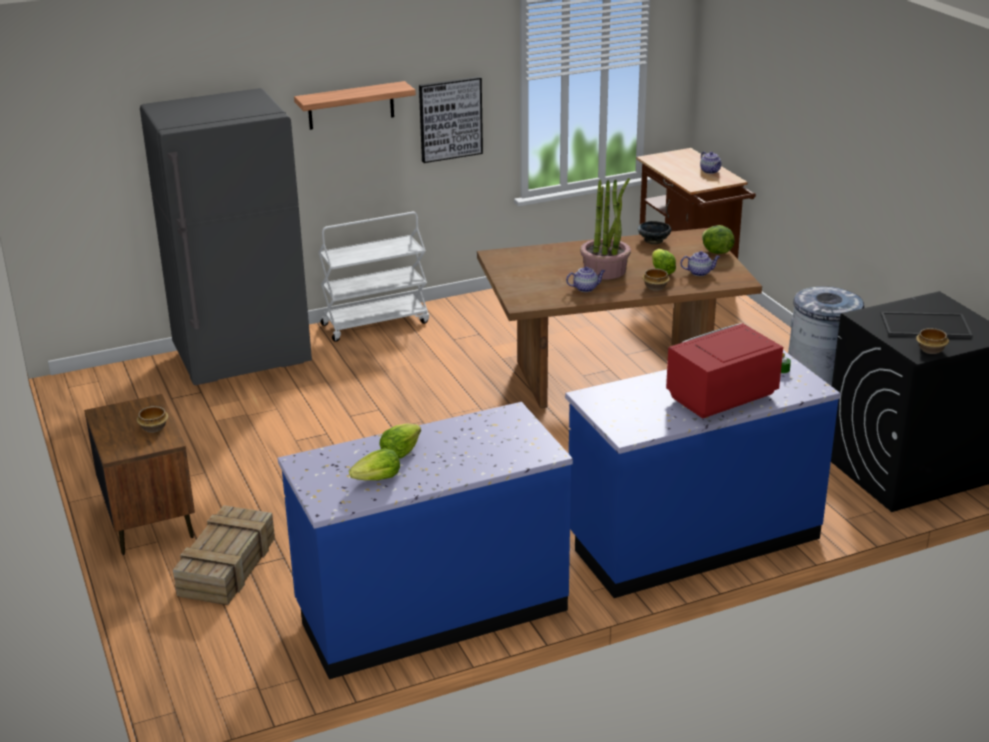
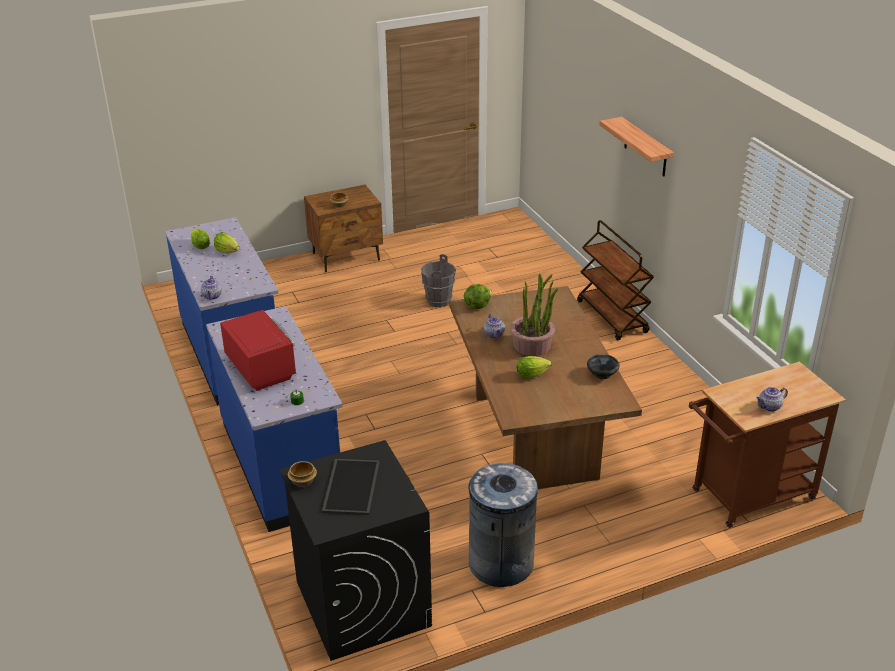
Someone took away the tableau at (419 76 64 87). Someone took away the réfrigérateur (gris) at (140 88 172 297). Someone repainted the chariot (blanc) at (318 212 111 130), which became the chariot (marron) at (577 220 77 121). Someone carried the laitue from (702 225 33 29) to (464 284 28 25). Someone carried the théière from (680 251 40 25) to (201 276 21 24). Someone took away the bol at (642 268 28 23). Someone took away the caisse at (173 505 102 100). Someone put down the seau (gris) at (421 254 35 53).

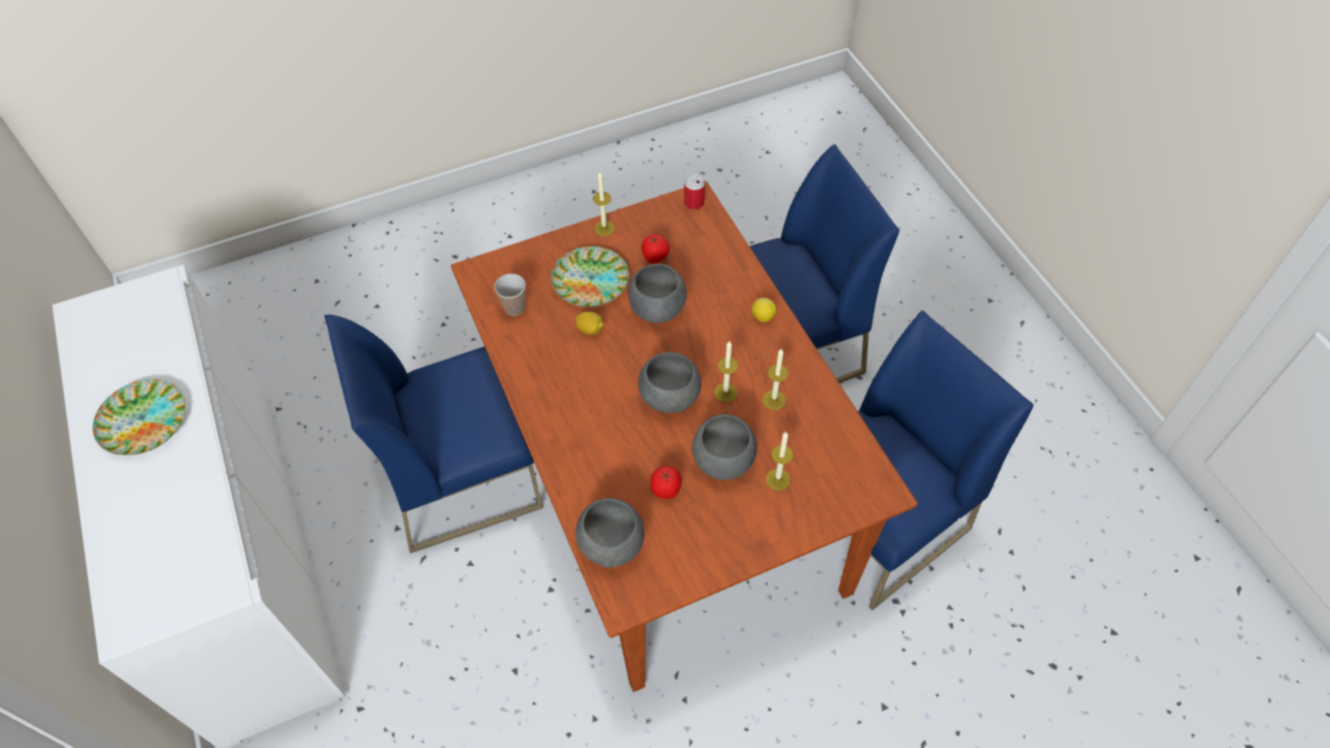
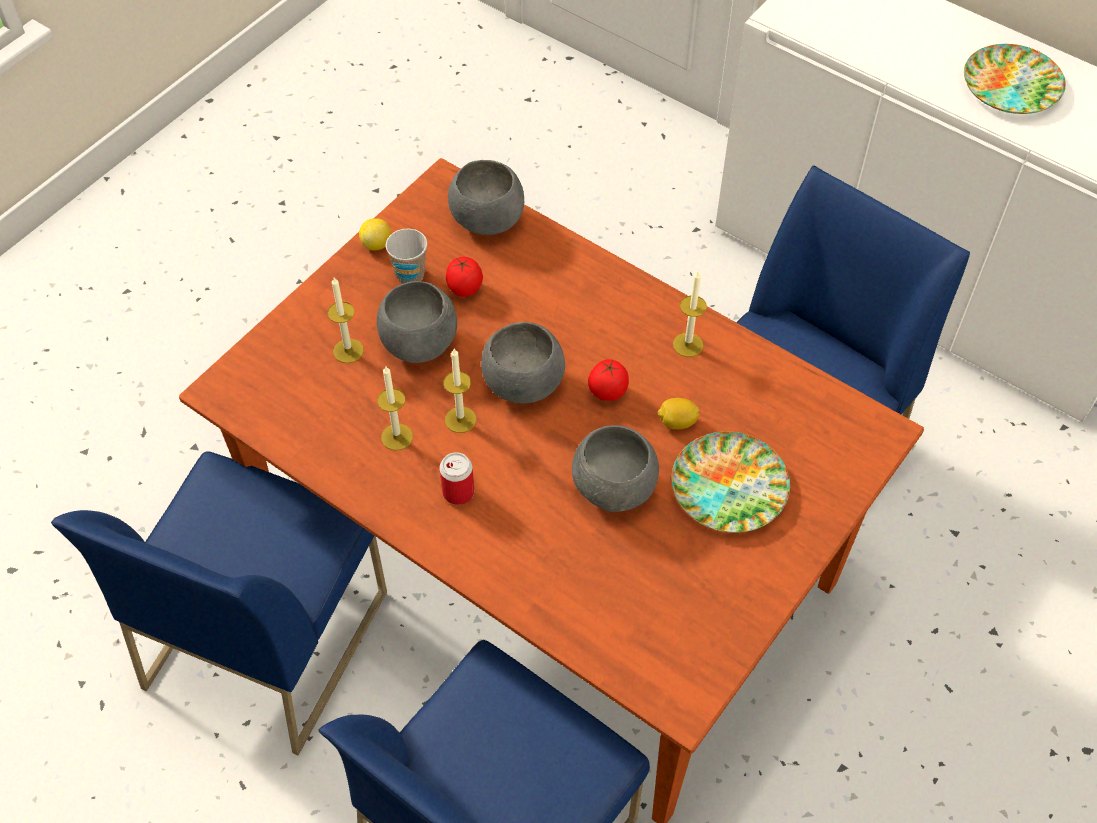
Someone carried the bougie from (593 172 22 64) to (673 271 34 86). Someone carried the boîte métallique from (684 174 21 36) to (439 452 35 53). Someone carried the tomate from (641 234 29 29) to (588 359 41 42). Someone carried the tasse from (494 274 32 42) to (386 228 41 56). Someone carried the citron from (752 298 24 24) to (359 218 32 33).

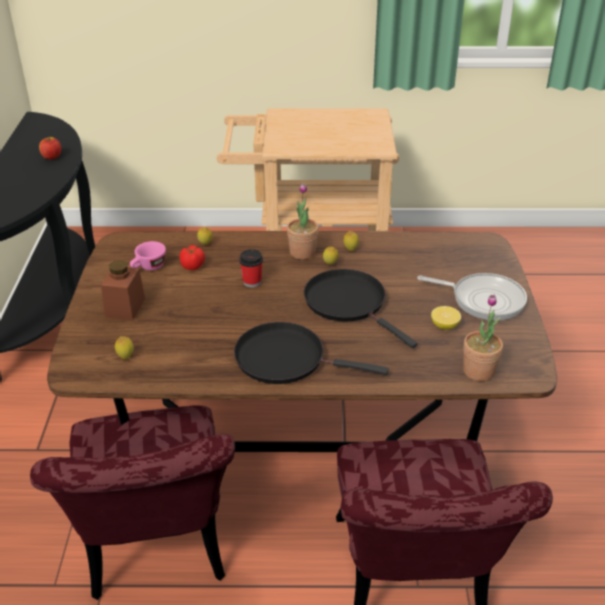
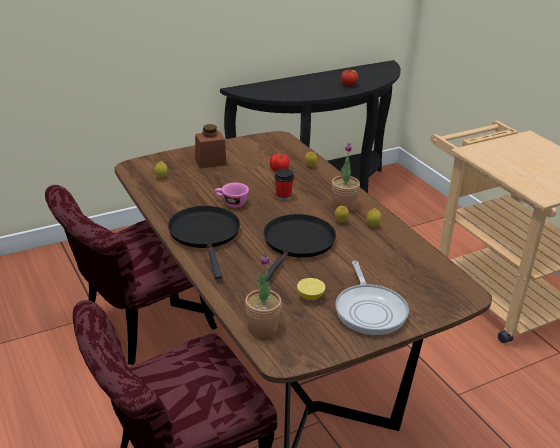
Someone carried the tasse (rose) from (130 241 36 30) to (214 183 35 24).

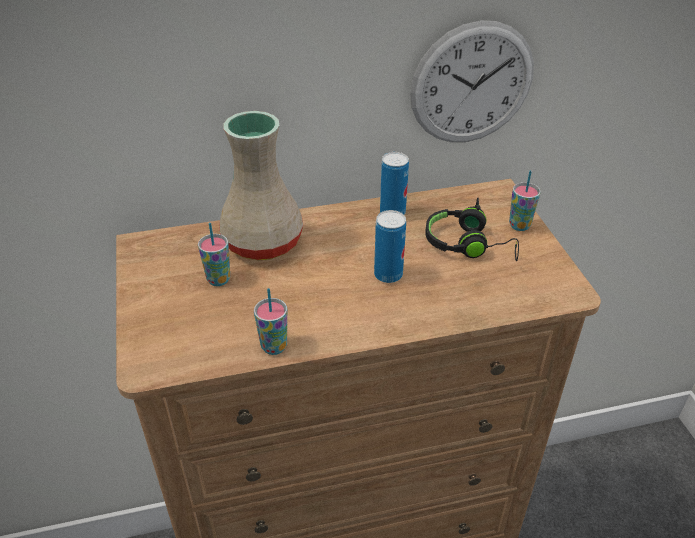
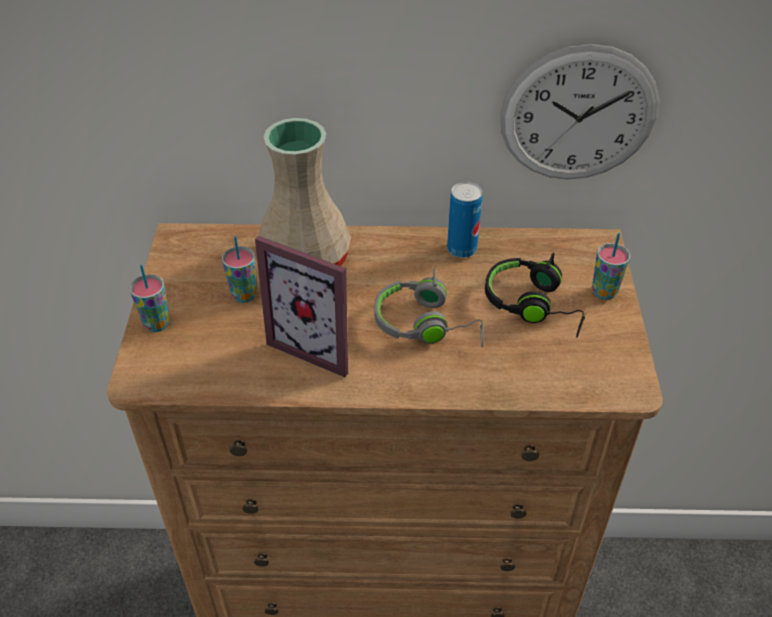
Someone swapped the boîte métallique at (374 210 32 73) for the casque audio (gris) at (374 268 110 79). Someone carried the tasse from (254 288 33 67) to (129 265 41 67). Someone put down the cadre photo at (255 236 93 141).

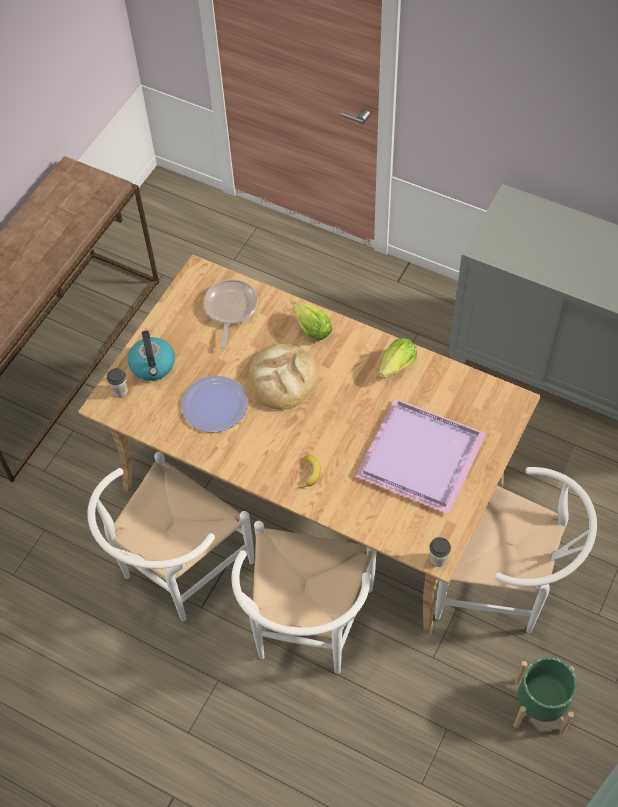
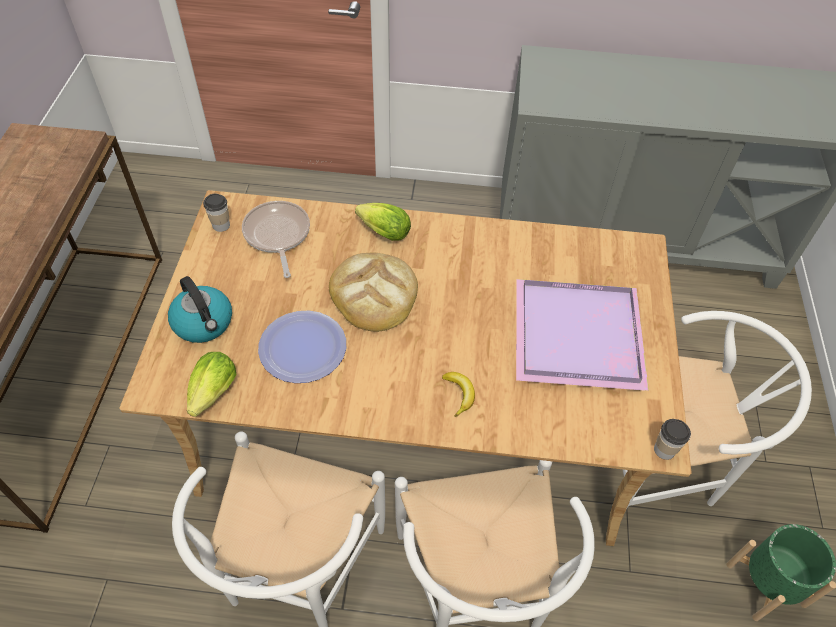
Someone carried the laitue from (379 338 38 41) to (187 352 49 65). Someone carried the tasse from (107 368 21 29) to (203 194 27 38).

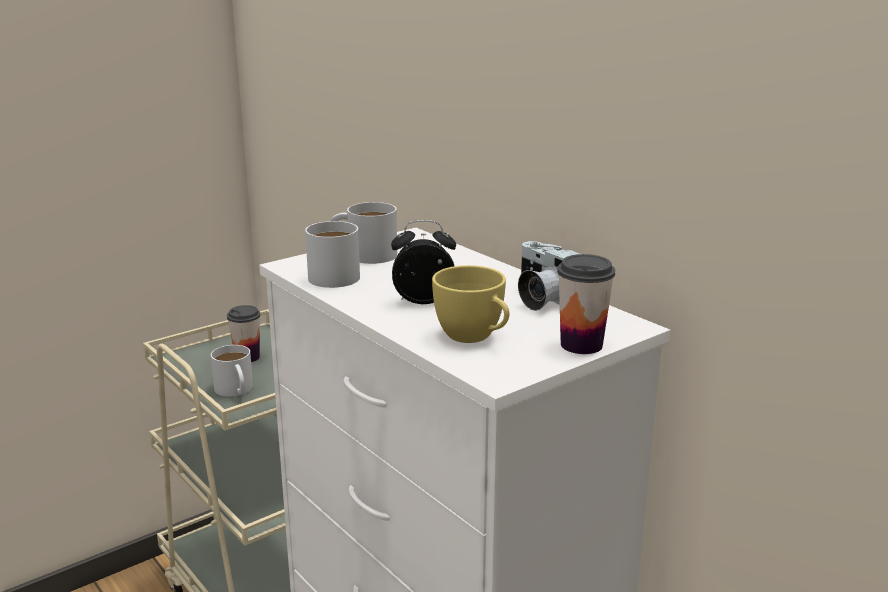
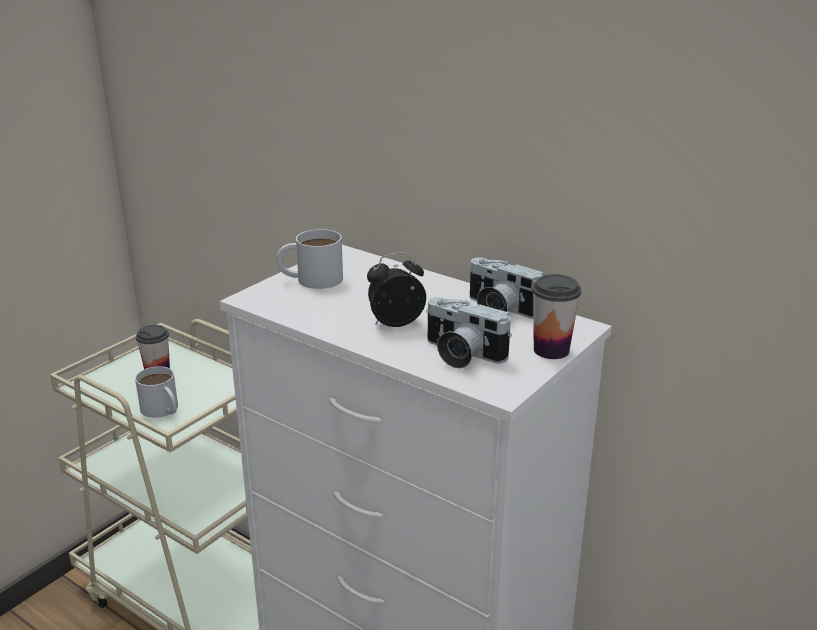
Someone took away the mug (blanc) at (305 221 55 67). Someone swapped the tasse (jaune) at (432 265 77 78) for the appareil photo at (426 297 86 72).

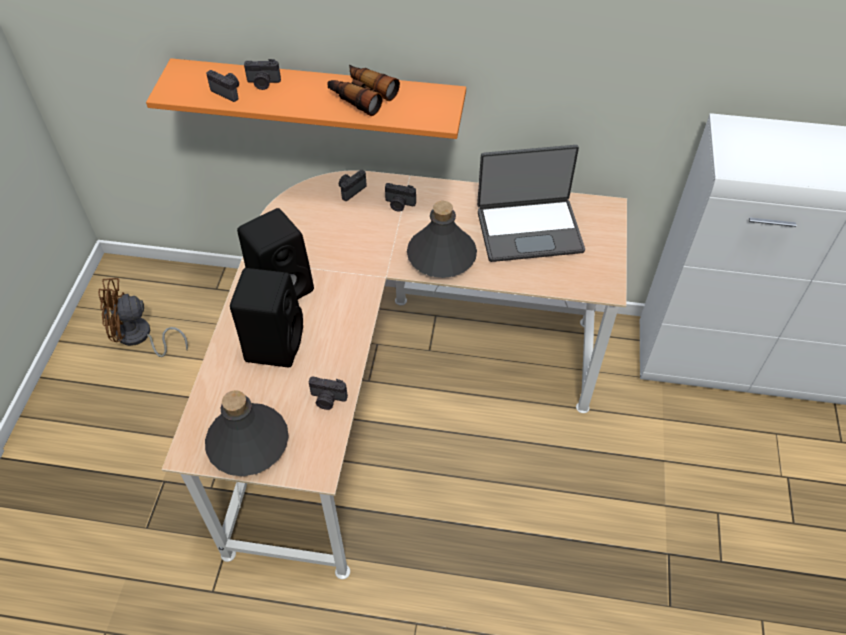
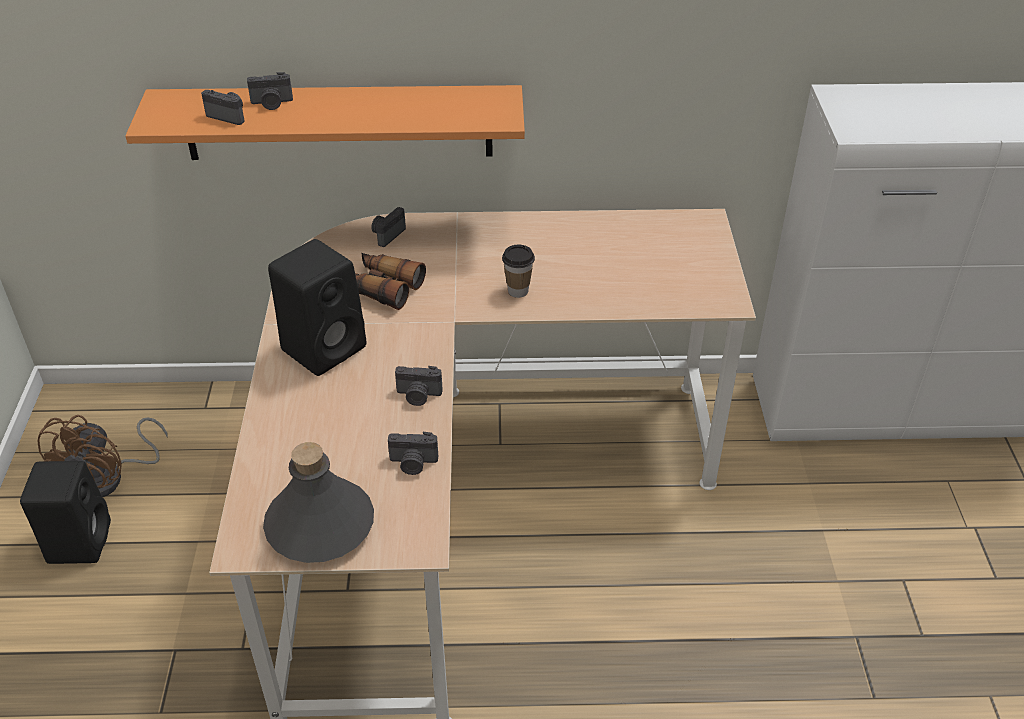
Someone carried the jumelles from (327 65 73 51) to (355 253 71 57). Someone took away the ordinateur portable at (477 145 108 117). Someone carried the appareil photo from (385 183 31 28) to (395 366 48 40). Someone swapped the bouteille (gris) at (407 201 70 77) for the tasse at (502 245 33 53). Someone carried the enceinte (noir) from (230 268 73 99) to (20 461 91 103). Someone rotated the ventilateur (marron) at (99 278 89 79) by 60 degrees counterclockwise.

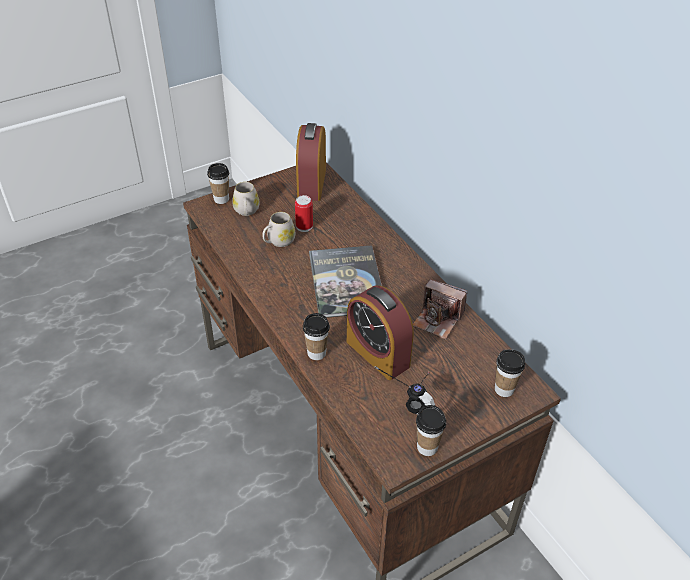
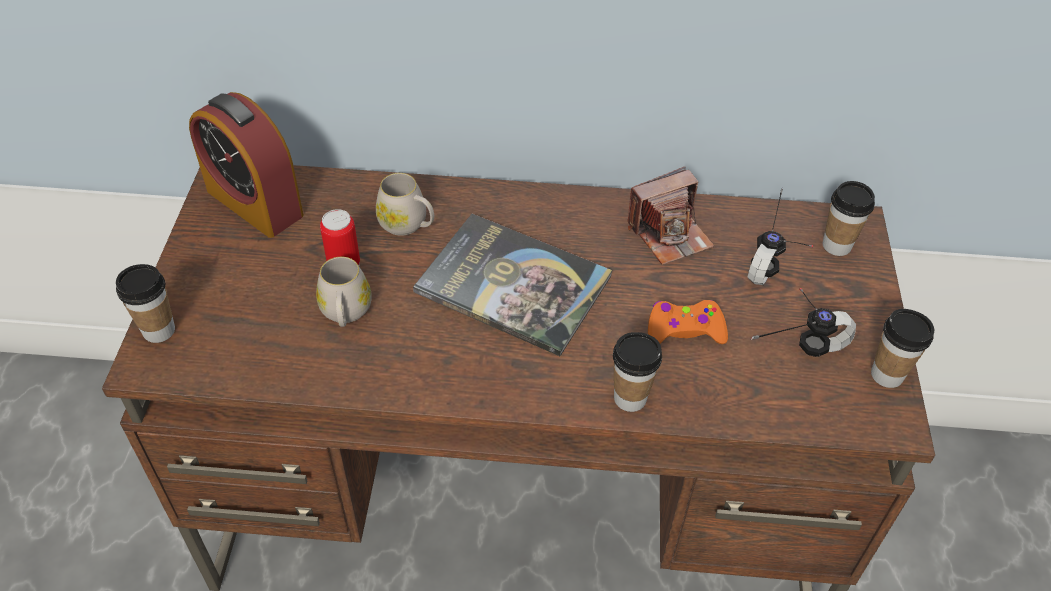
Someone carried the mug (blanc) from (232 182 27 34) to (376 173 58 63). Someone swapped the réveil at (347 285 67 95) for the manette (orange) at (648 300 80 44). Someone put down the casque audio at (748 188 65 97).

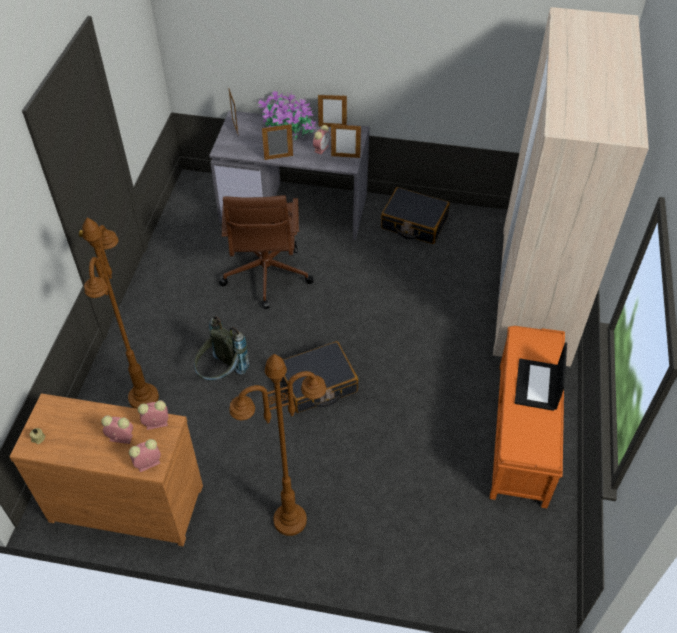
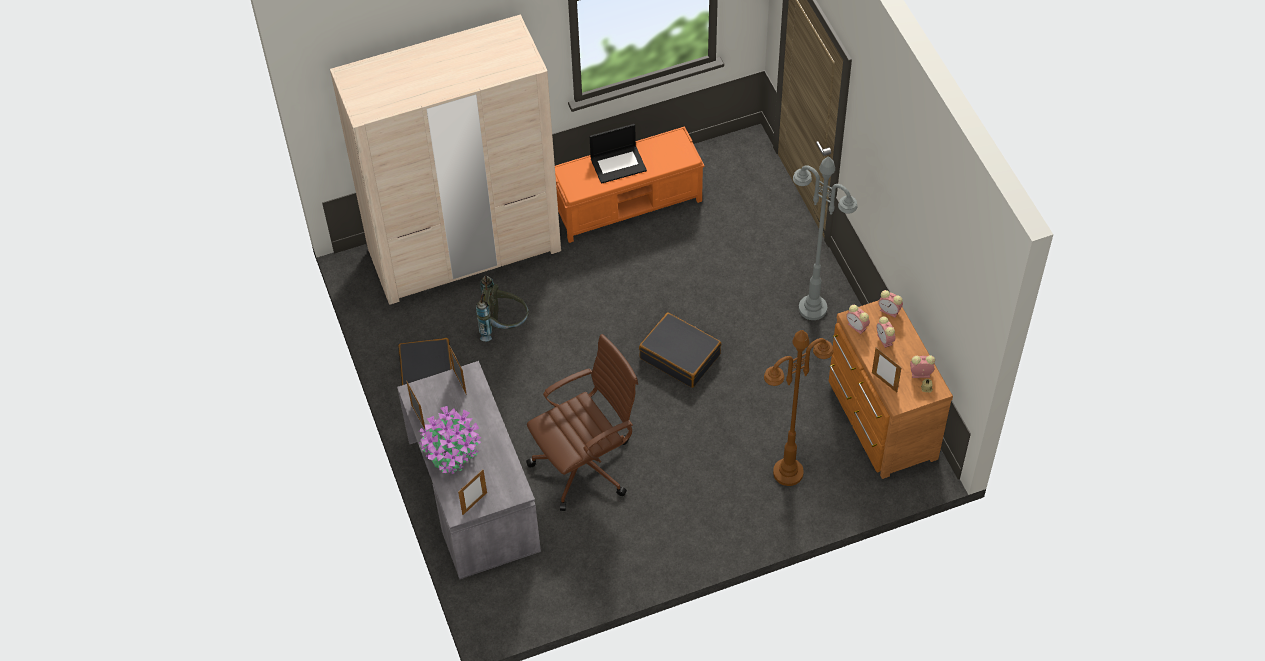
Someone carried the cadre photo from (262 124 31 36) to (872 348 30 44). Someone carried the réveil from (313 125 17 29) to (910 355 25 23). Someone carried the sac à dos (gris) from (194 316 55 65) to (476 276 53 65). Someone repainted the lampadaire (marron) at (229 354 97 182), which became the lampadaire (gris) at (793 156 64 164).

